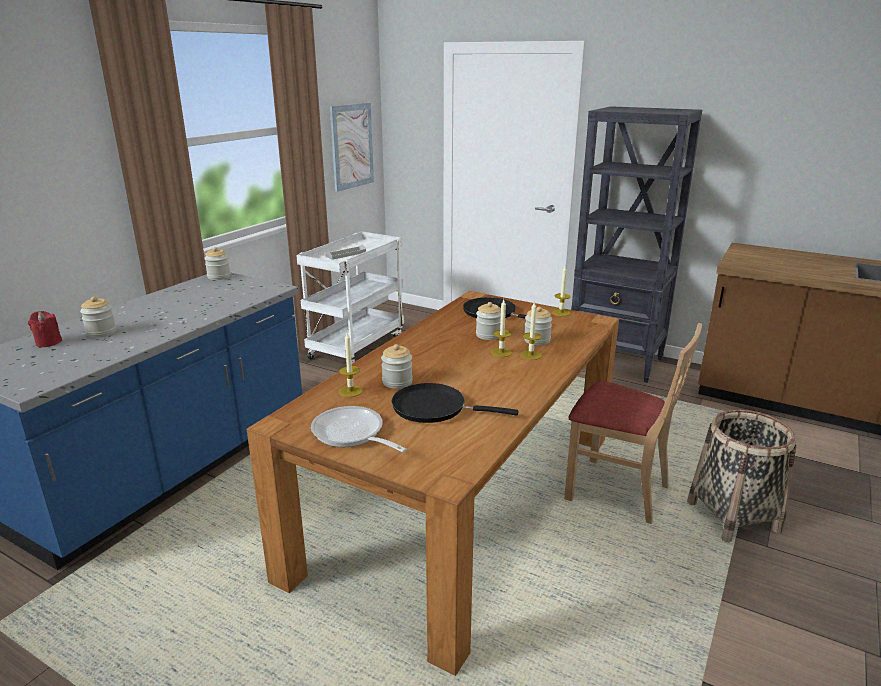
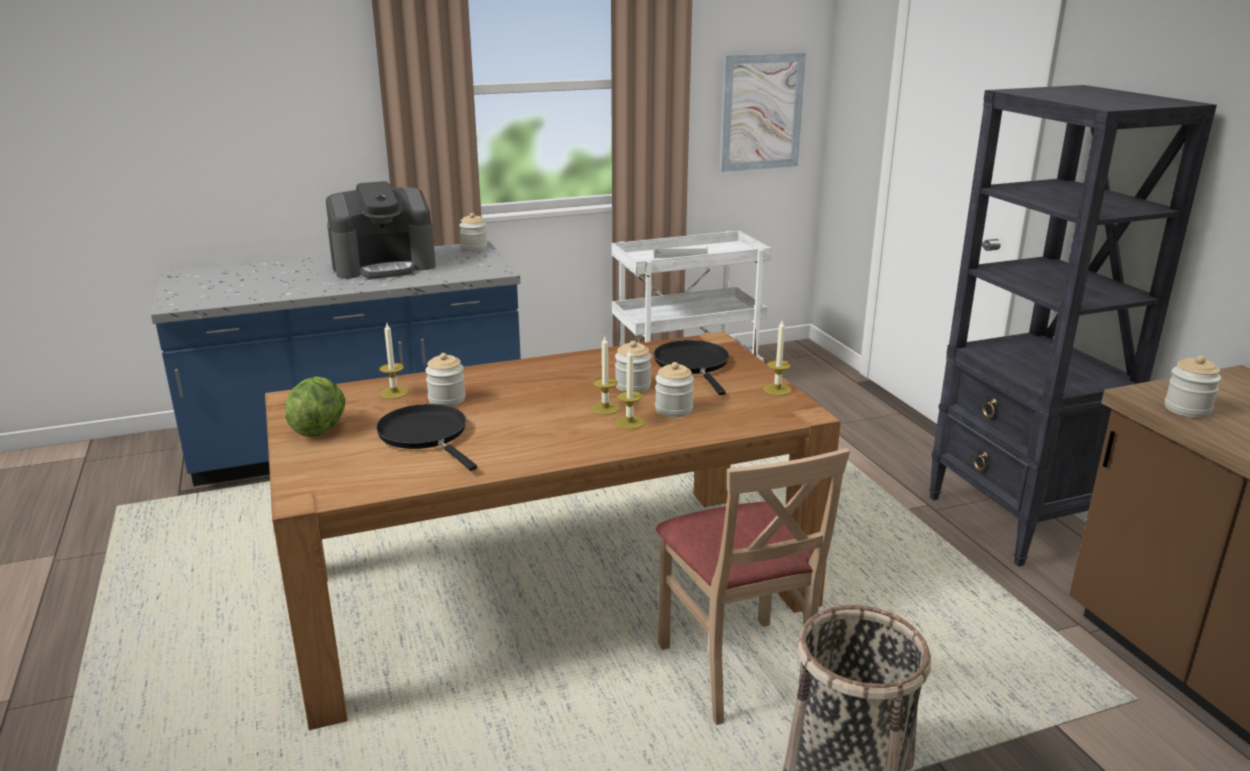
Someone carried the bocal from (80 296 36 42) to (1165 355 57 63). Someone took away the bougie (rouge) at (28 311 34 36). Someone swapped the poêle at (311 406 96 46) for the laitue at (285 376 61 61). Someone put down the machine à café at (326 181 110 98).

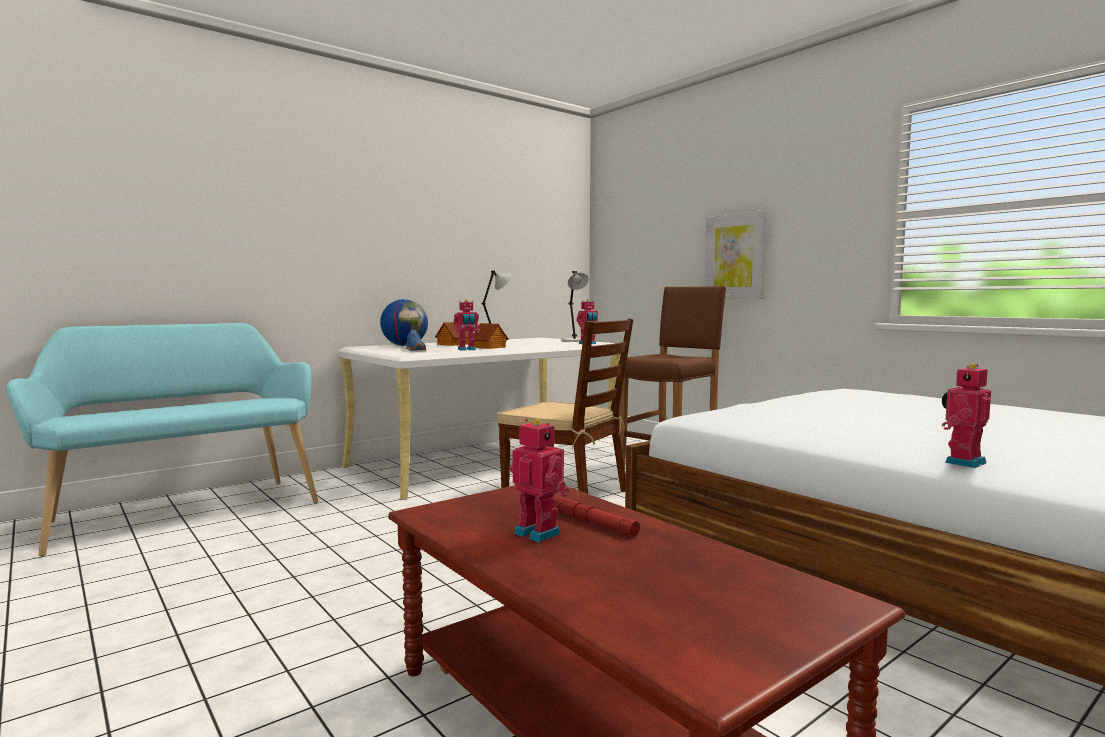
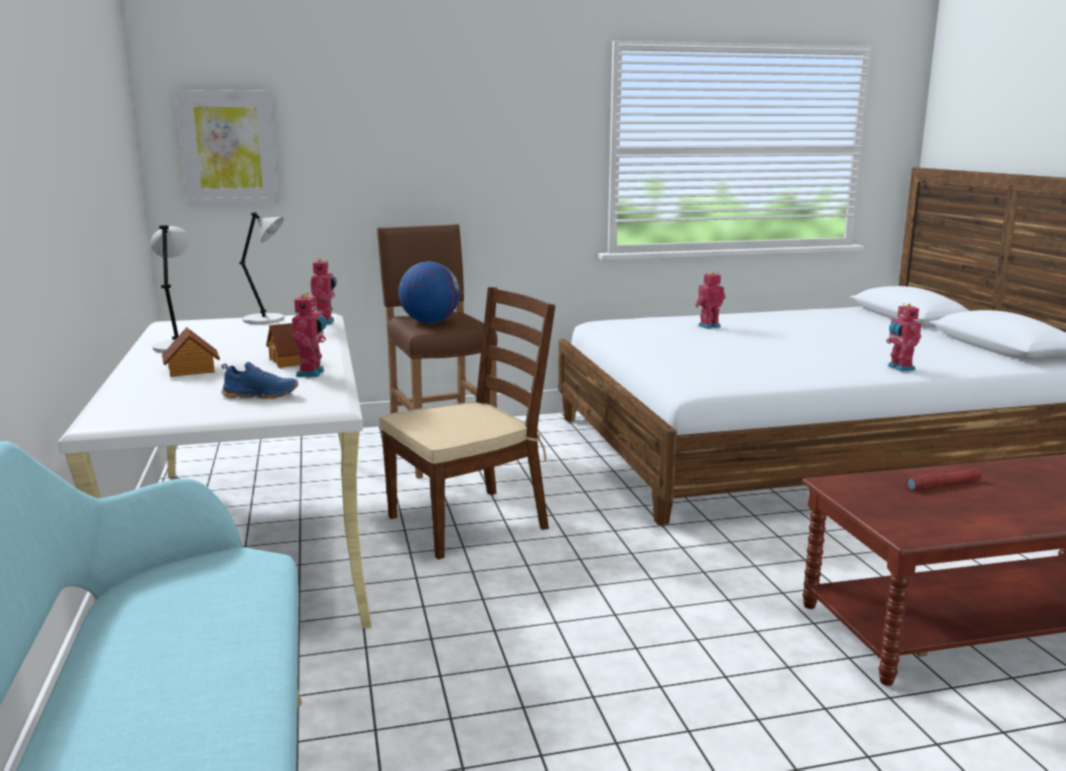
Someone carried the tableau from (705 210 62 89) to (175 90 104 115). Someone carried the globe from (380 299 48 47) to (399 262 61 61). Someone carried the robot jouet from (510 419 59 123) to (695 272 31 57).

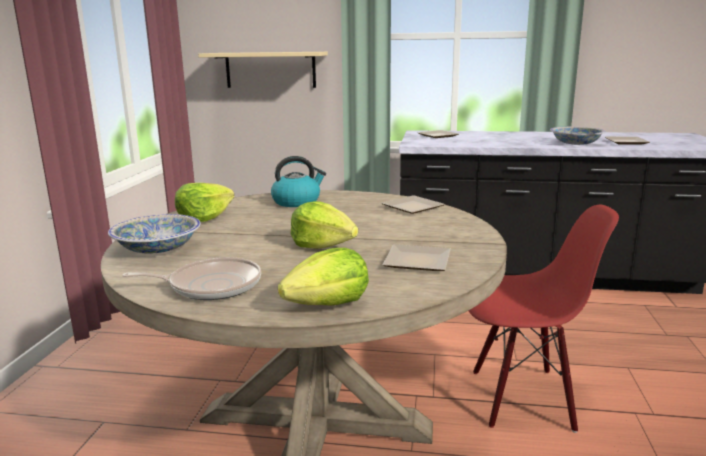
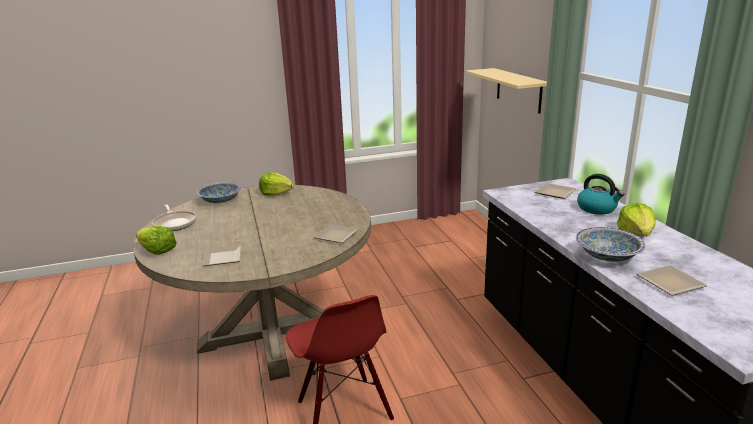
Someone carried the bouilloire from (271 156 55 51) to (577 174 47 41). Someone carried the laitue from (290 201 68 48) to (617 203 39 33).

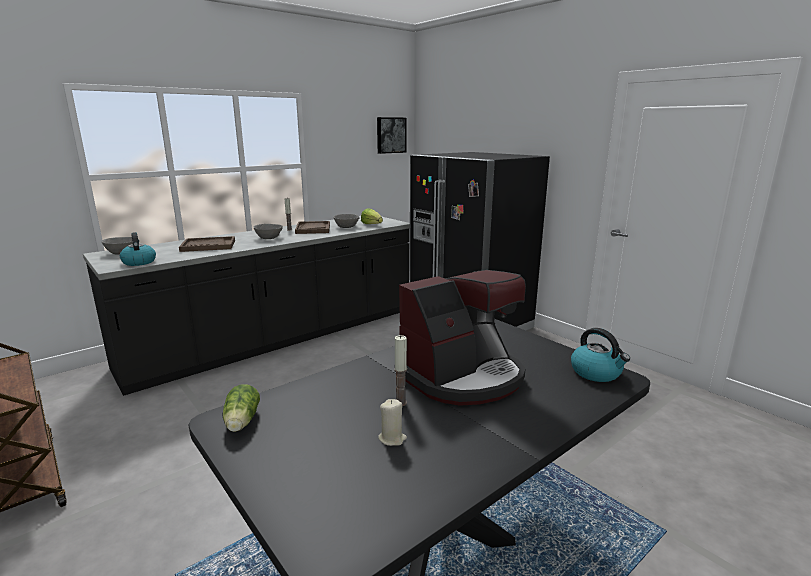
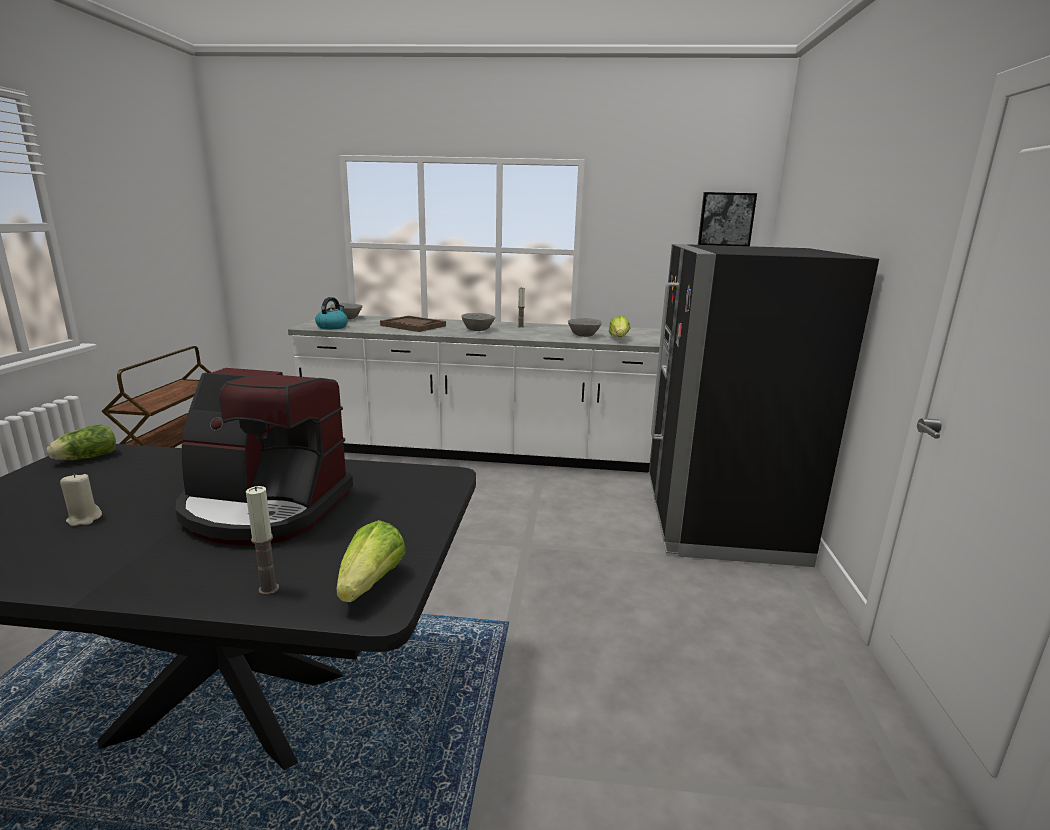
Someone repainted the comptoir de cuisine (noir) at (83 216 327 180), which became the comptoir de cuisine (blanc) at (288 315 373 158). Someone took away the plateau (marron) at (295 221 35 13). Someone swapped the bouilloire at (571 328 59 54) for the laitue at (337 520 68 82). Someone carried the bougie from (394 335 13 71) to (246 486 33 109).

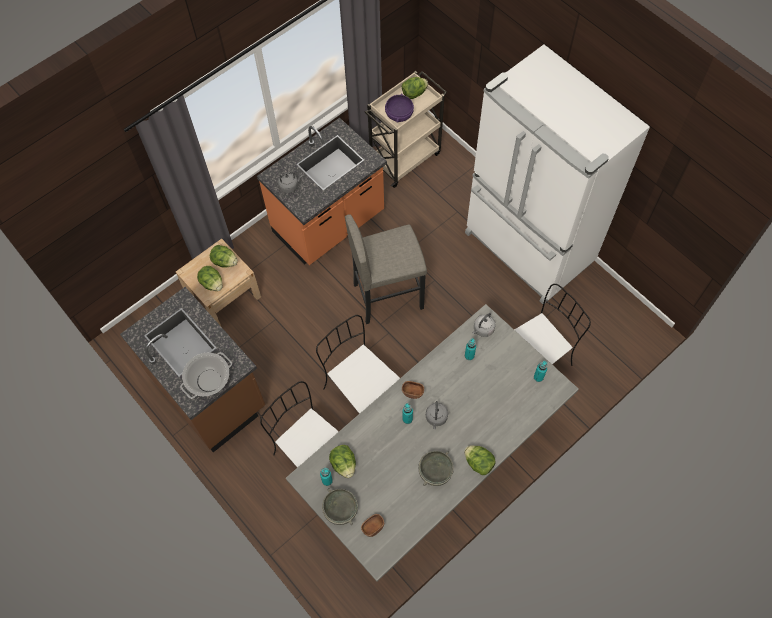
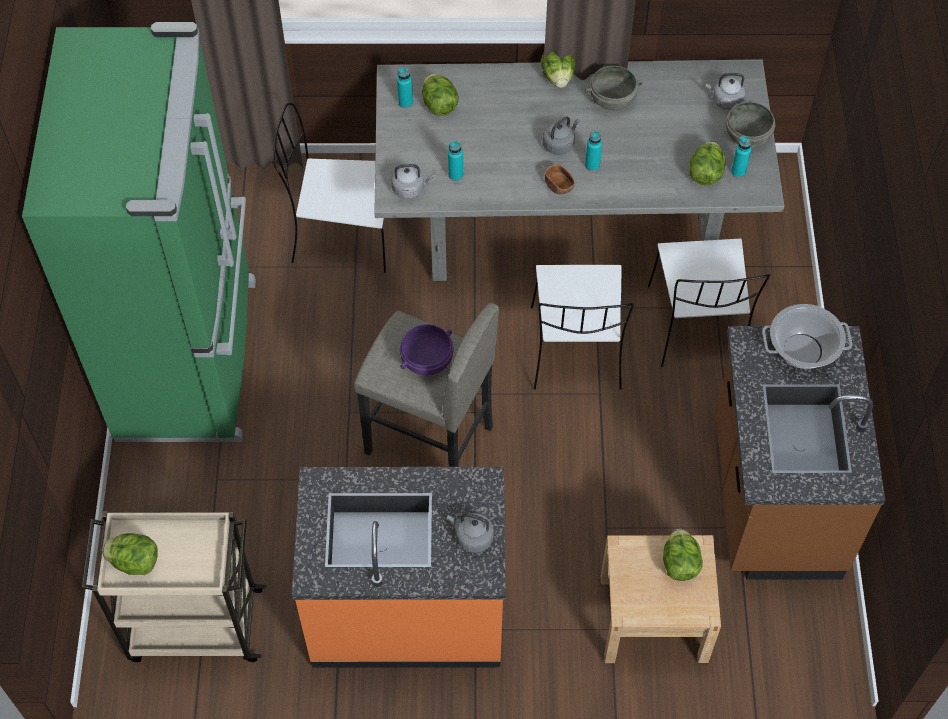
Someone repainted the réfrigérateur (blanc) at (465 45 185 259), which became the réfrigérateur (vert) at (22 22 234 420). Someone carried the bol (violet) from (385 93 29 30) to (400 324 53 51). Someone carried the laitue from (210 245 28 23) to (422 74 37 42). Someone swapped the bol (marron) at (361 514 23 23) for the bouilloire (gris) at (705 73 41 37).

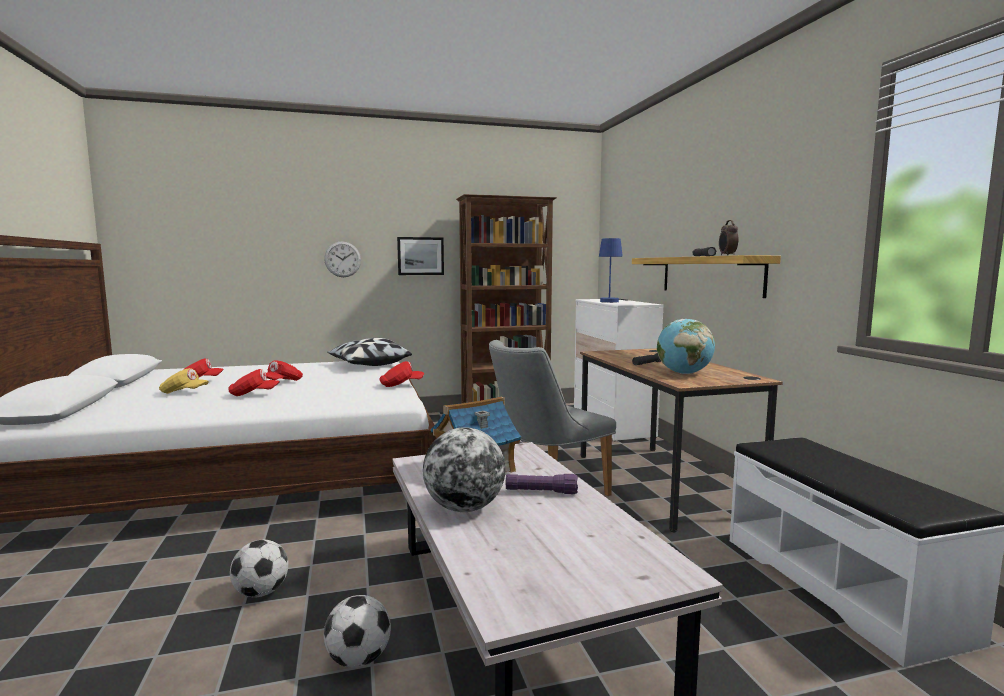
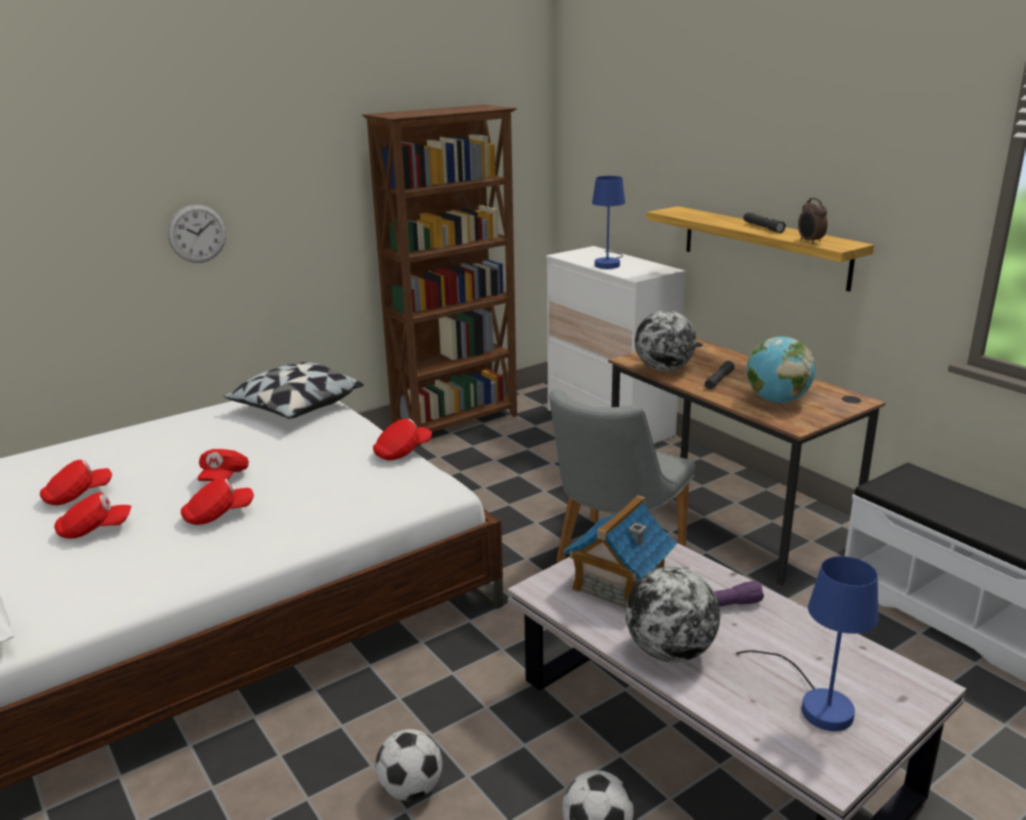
Someone took away the tableau at (397 237 47 38). Someone repainted the casquette (jaune) at (159 368 50 26), which became the casquette (rouge) at (54 492 77 47). Someone put down the globe at (635 310 61 61). Someone put down the lampe de table (bleu) at (736 556 142 175).

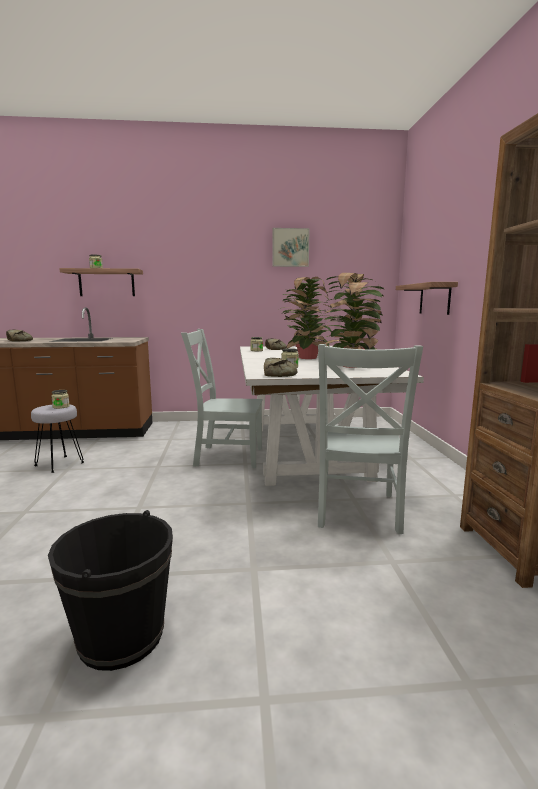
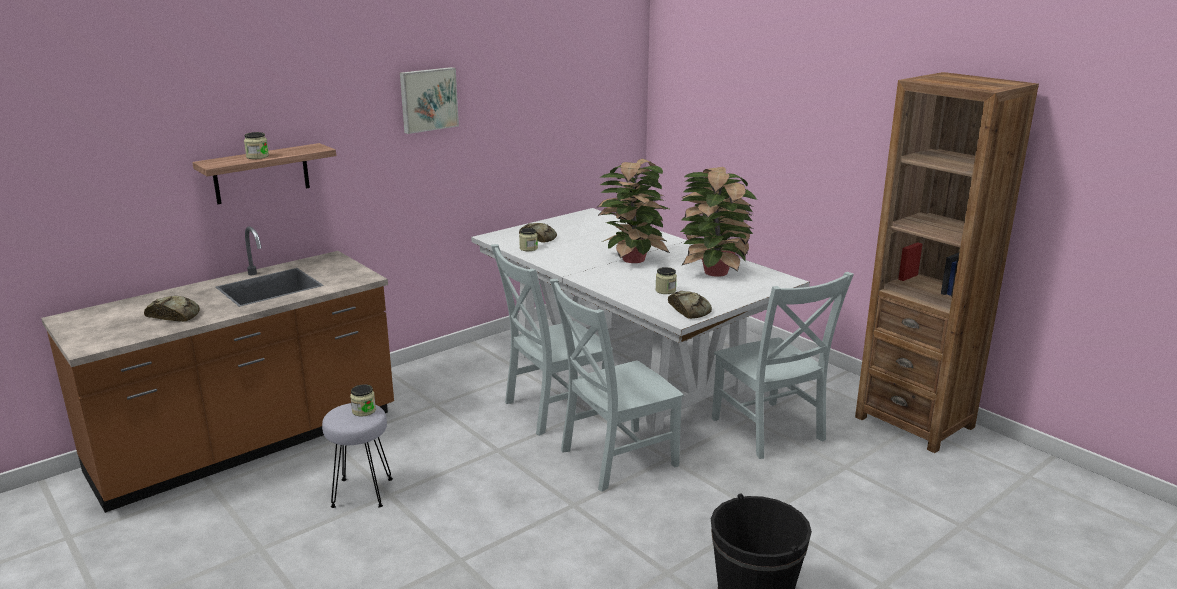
Someone carried the tableau from (272 228 38 39) to (400 67 59 67). Someone took away the étagère at (396 282 62 33). Someone put down the chaise (gris) at (549 279 135 213).

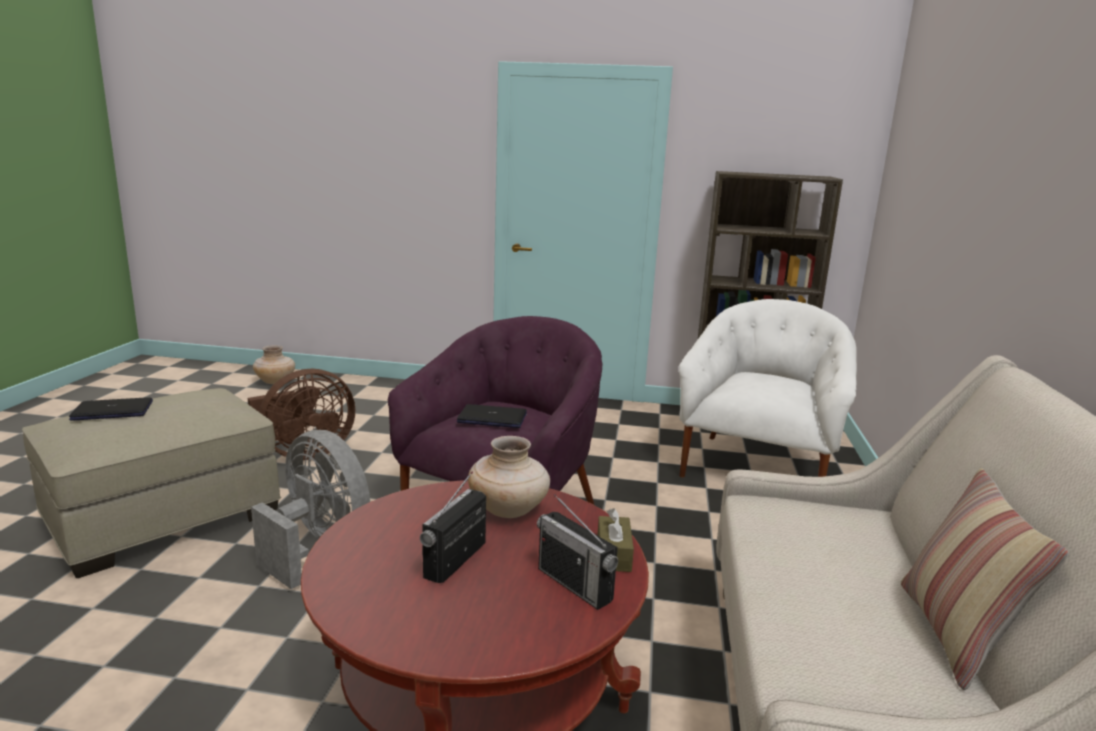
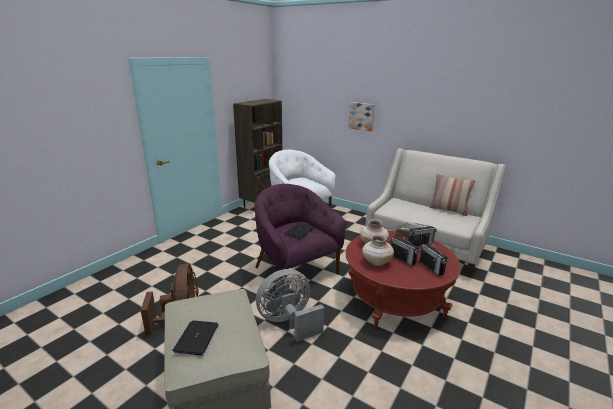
Someone carried the vase (beige) from (253 345 42 39) to (362 234 32 32). Someone put up the tableau at (349 102 26 29). Someone put down the radio at (419 238 28 38).

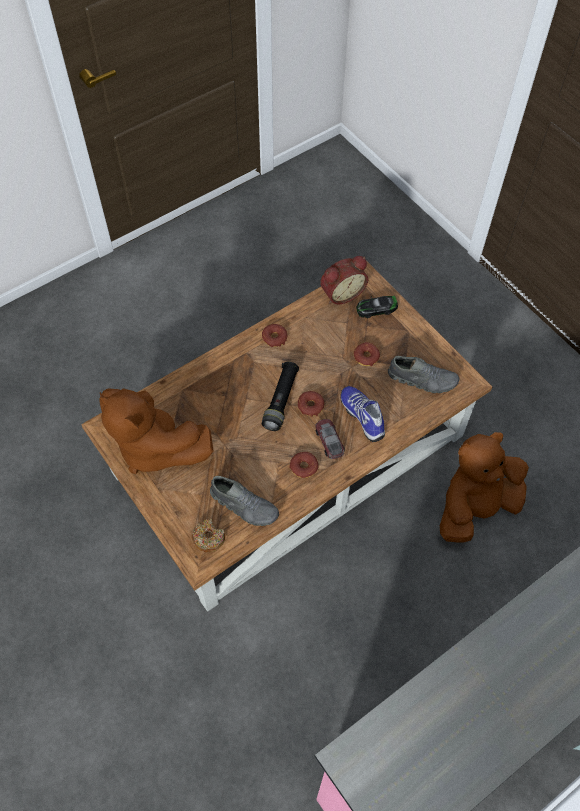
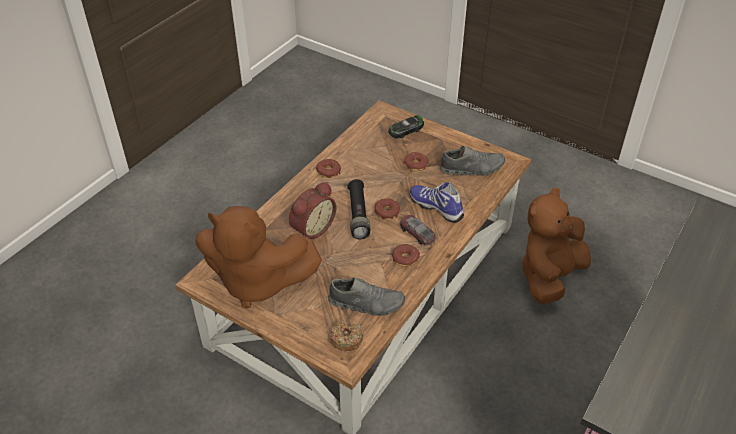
Someone carried the réveil from (320 256 48 48) to (289 182 47 57).

